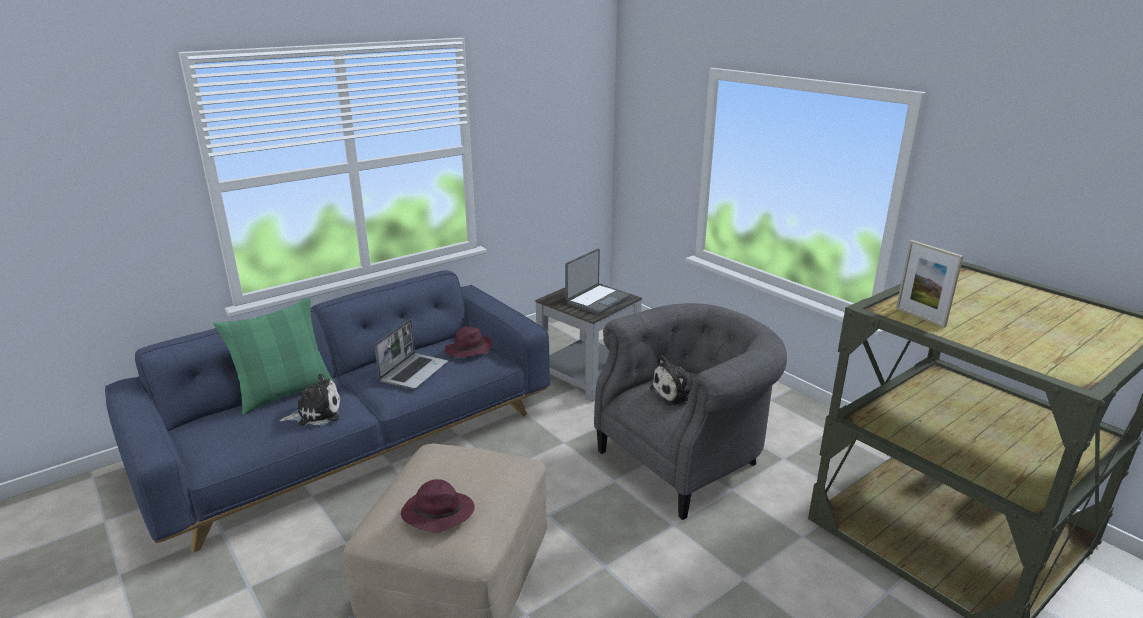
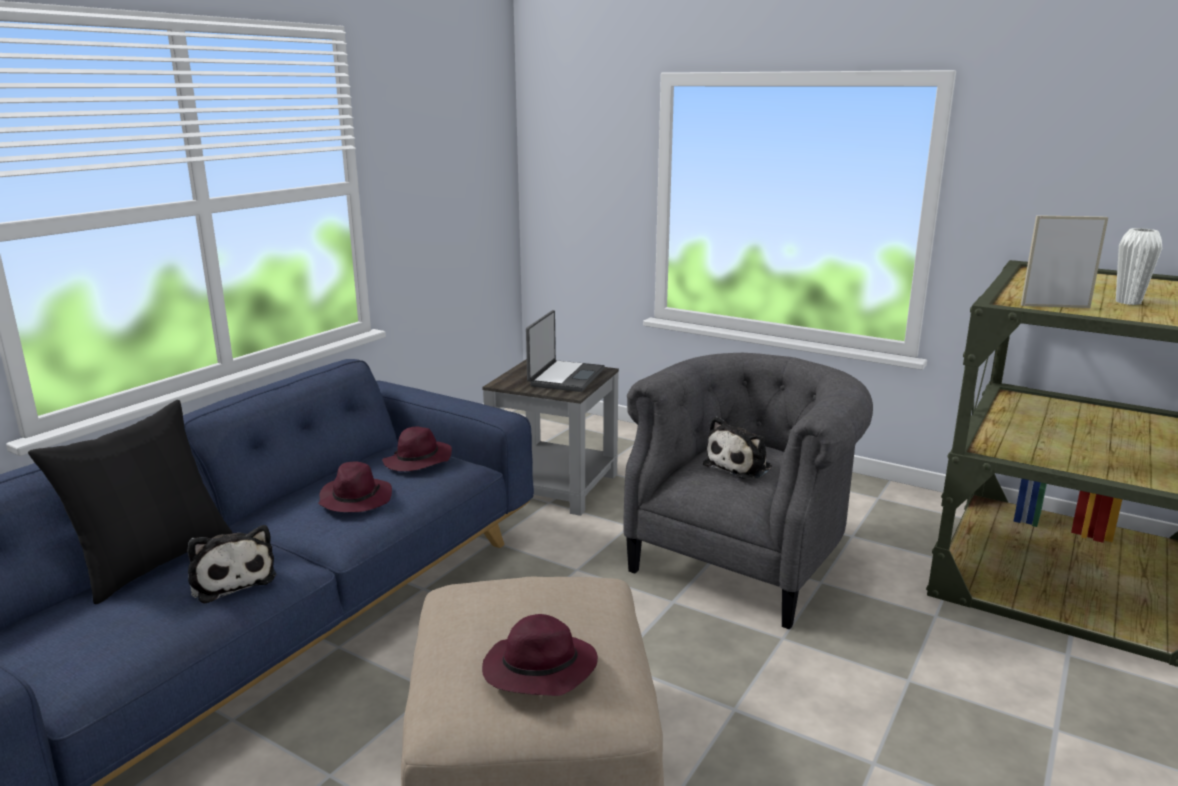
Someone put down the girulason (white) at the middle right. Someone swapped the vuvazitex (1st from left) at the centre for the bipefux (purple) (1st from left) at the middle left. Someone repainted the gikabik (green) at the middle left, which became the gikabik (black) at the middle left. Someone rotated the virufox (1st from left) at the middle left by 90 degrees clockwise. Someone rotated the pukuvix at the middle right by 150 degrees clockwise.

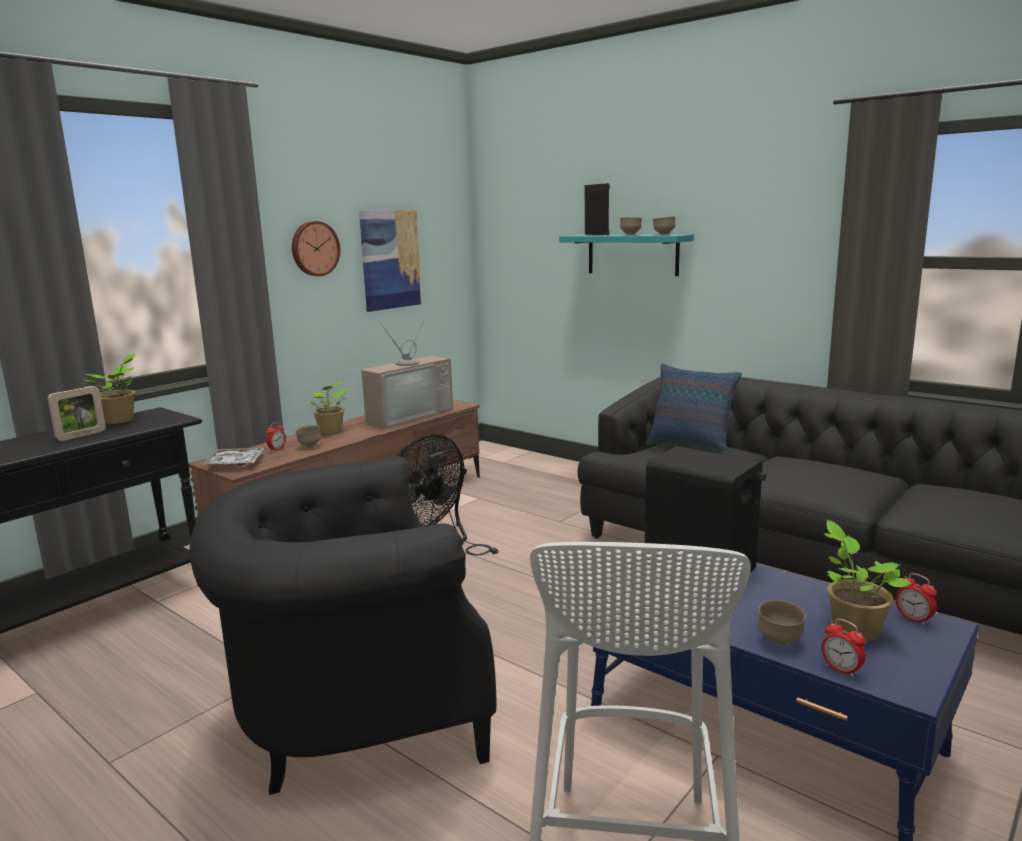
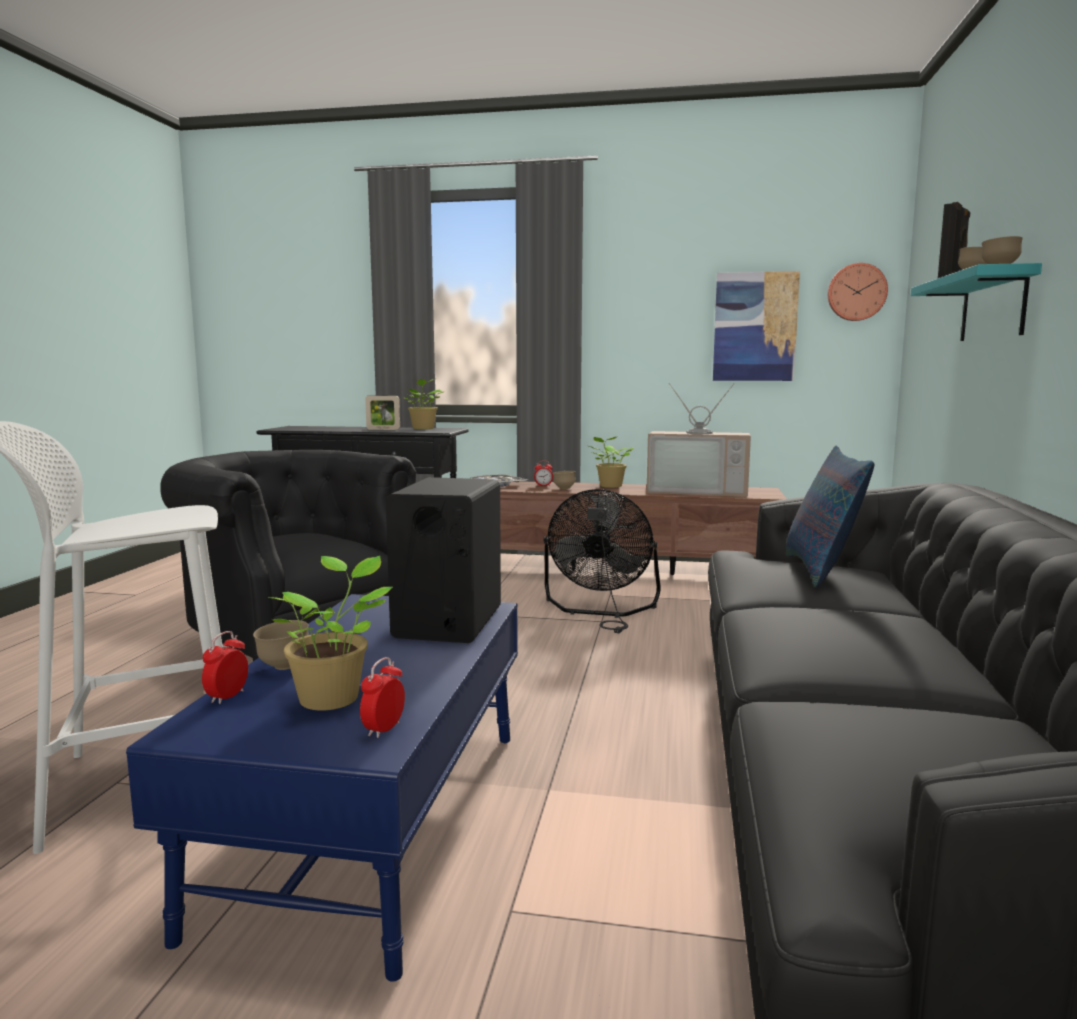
Someone carried the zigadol from the top left to the top right.

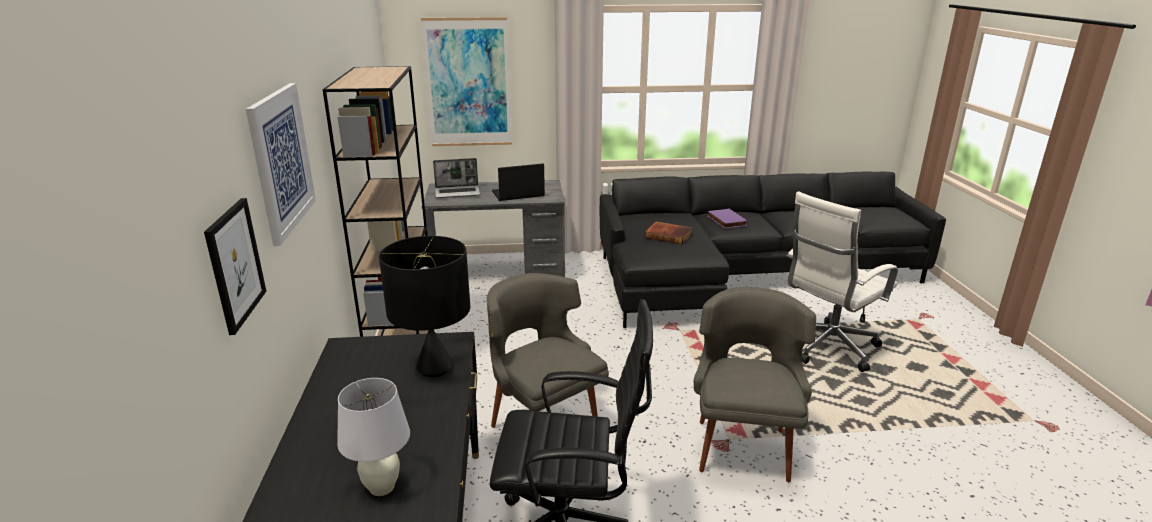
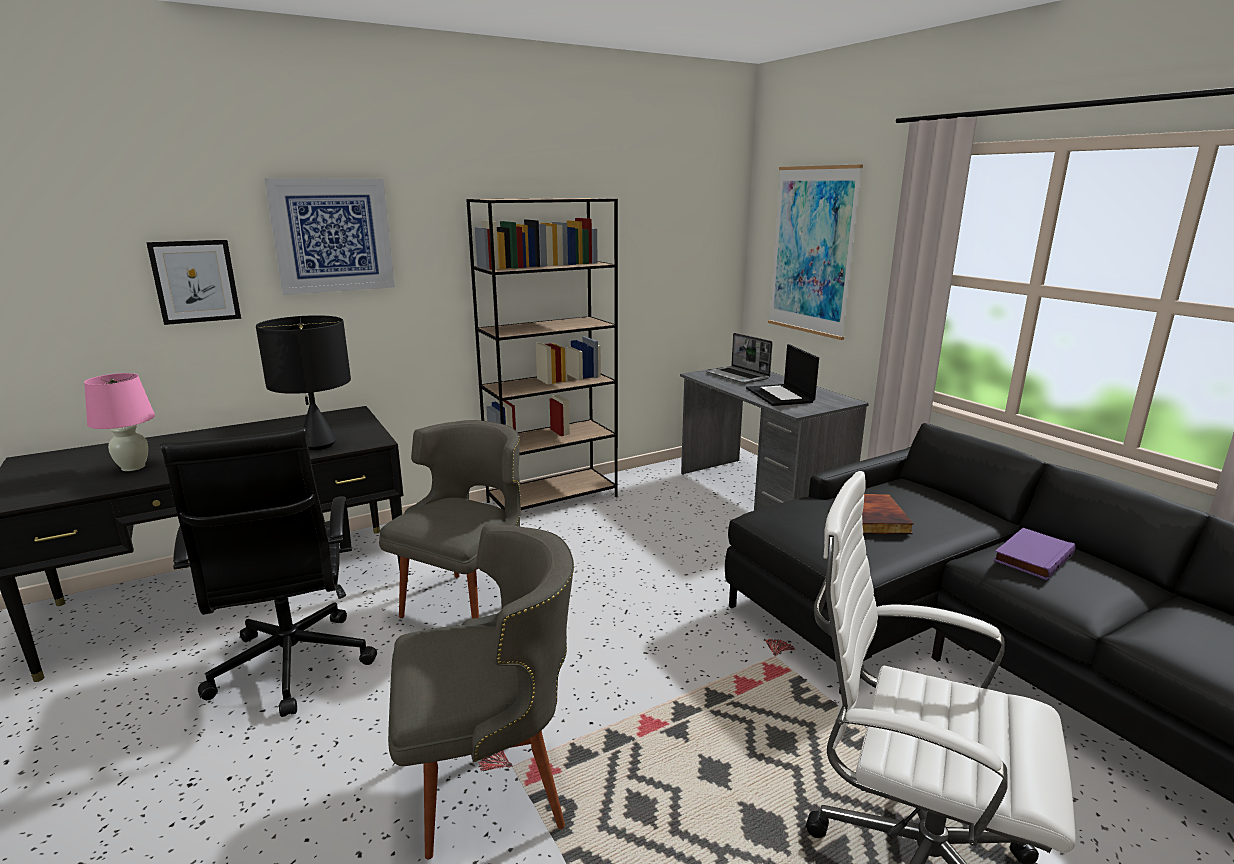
Someone repainted the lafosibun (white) at the bottom left, which became the lafosibun (pink) at the middle left. Someone rotated the vuvazitex (2nd from left) at the centre by 150 degrees counterclockwise.

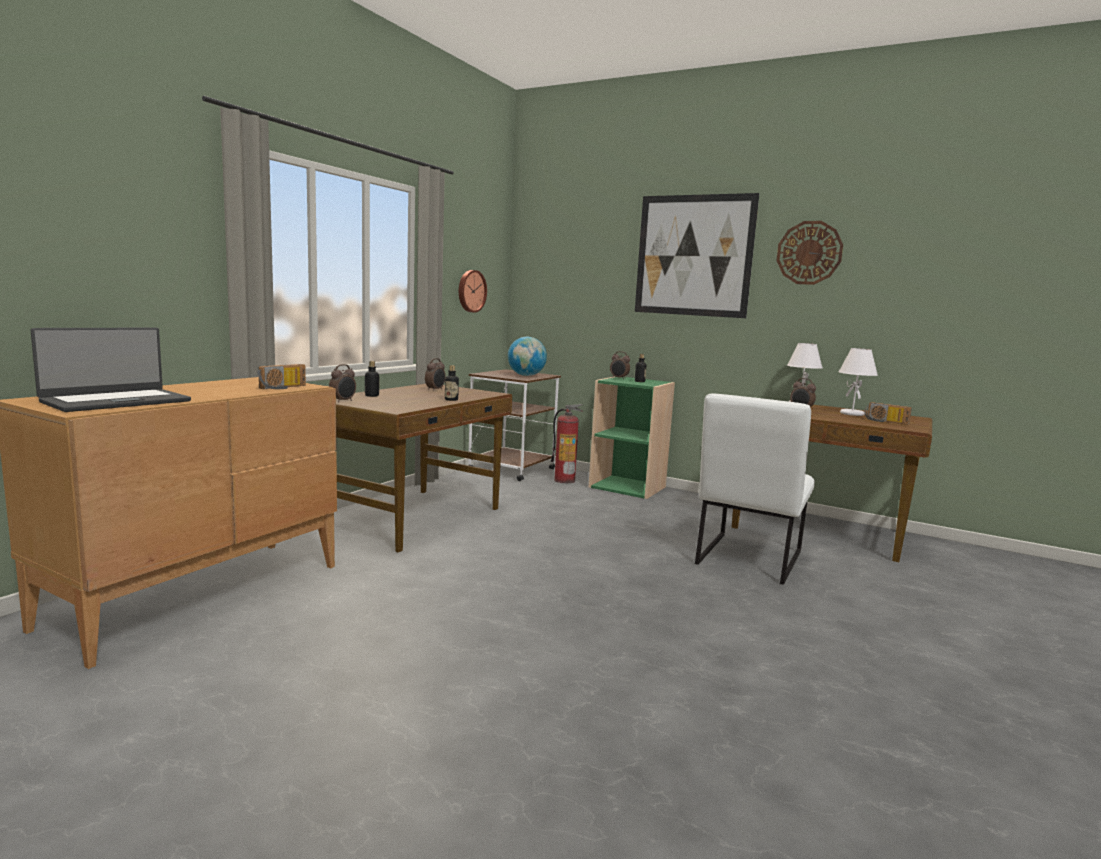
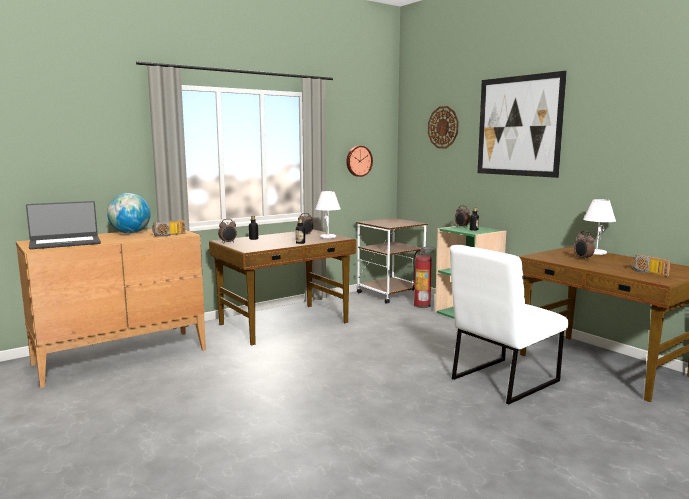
Someone carried the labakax from the centre to the middle left. Someone carried the zigadol (2nd from left) from the top right to the top centre. Someone carried the lafosibun (white) (2nd from left in the first image) from the middle right to the centre.

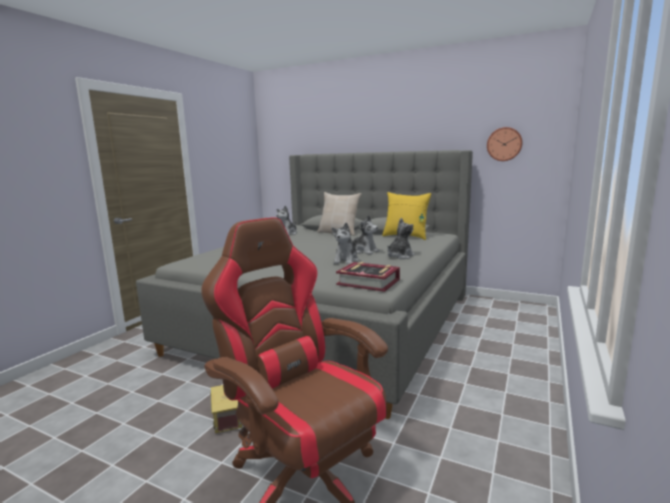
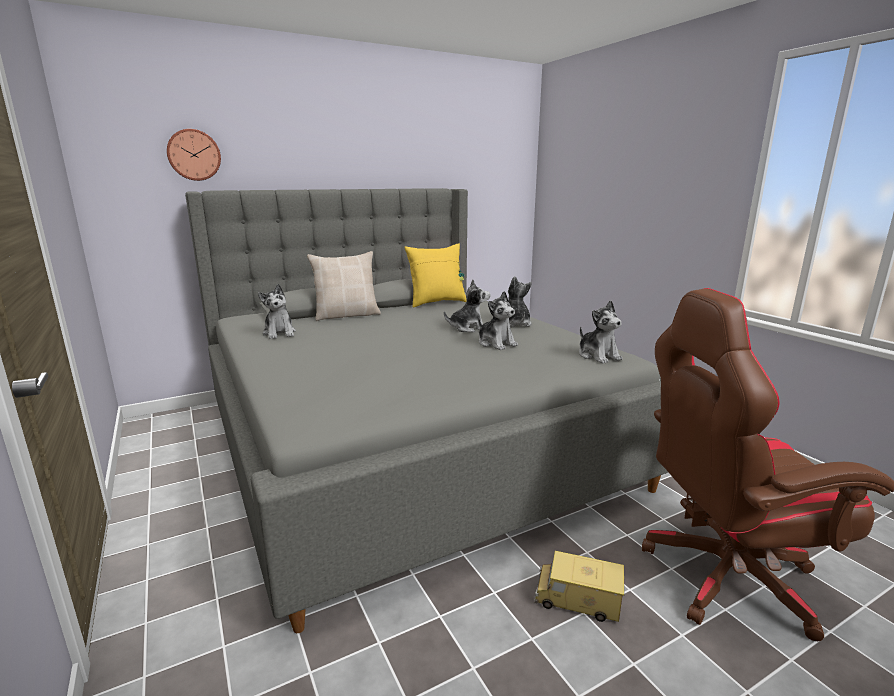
Someone carried the zigadol from the top right to the top left. Someone swapped the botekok at the centre for the virufox (5th from left) at the middle right.

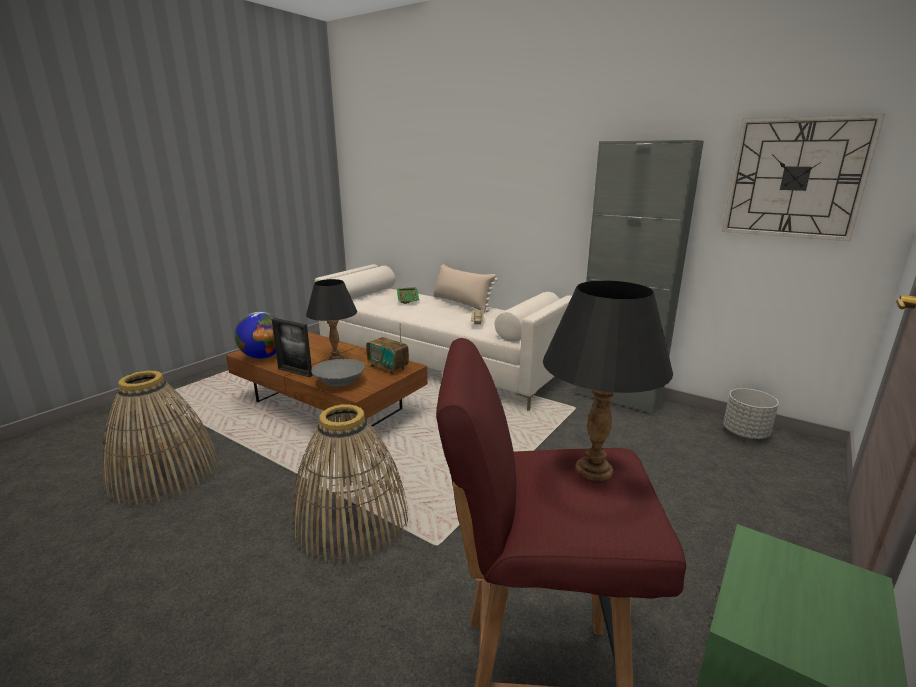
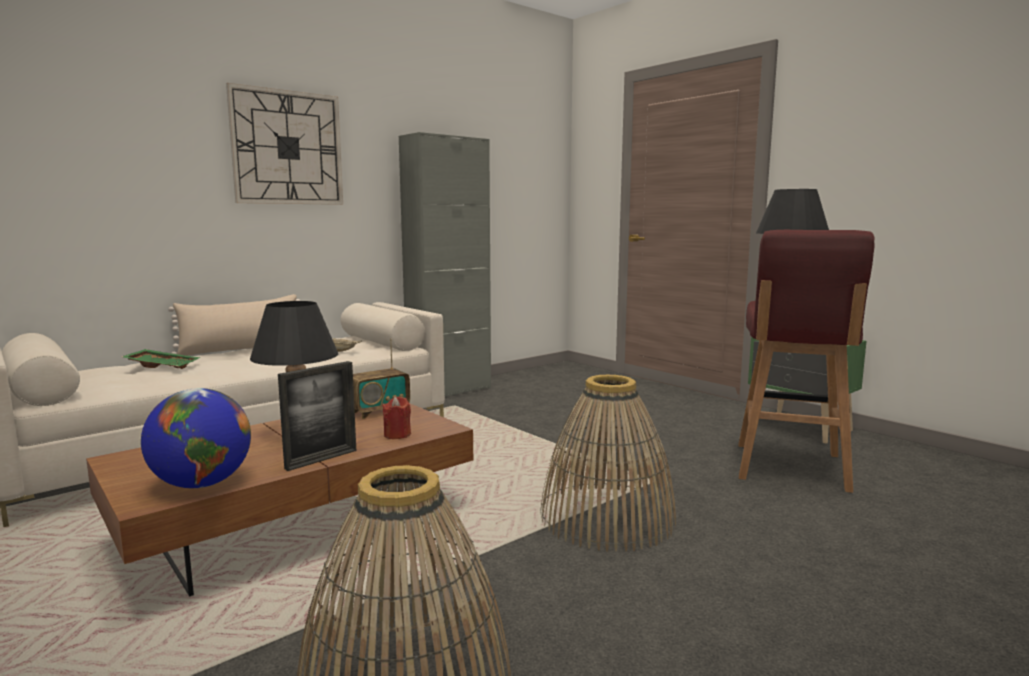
Someone took away the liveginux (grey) at the middle right. Someone carried the zigadol from the top right to the top left. Someone swapped the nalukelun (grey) at the centre for the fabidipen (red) at the centre.

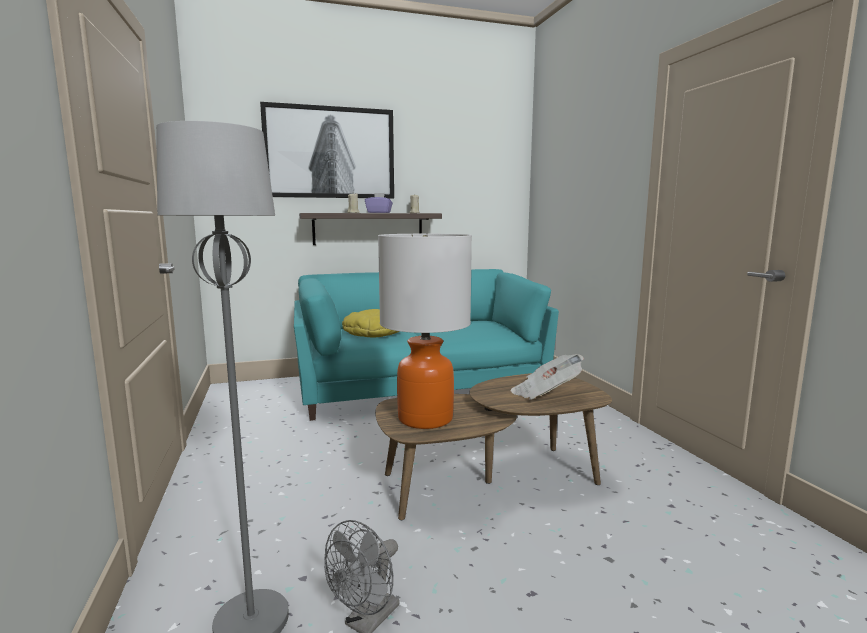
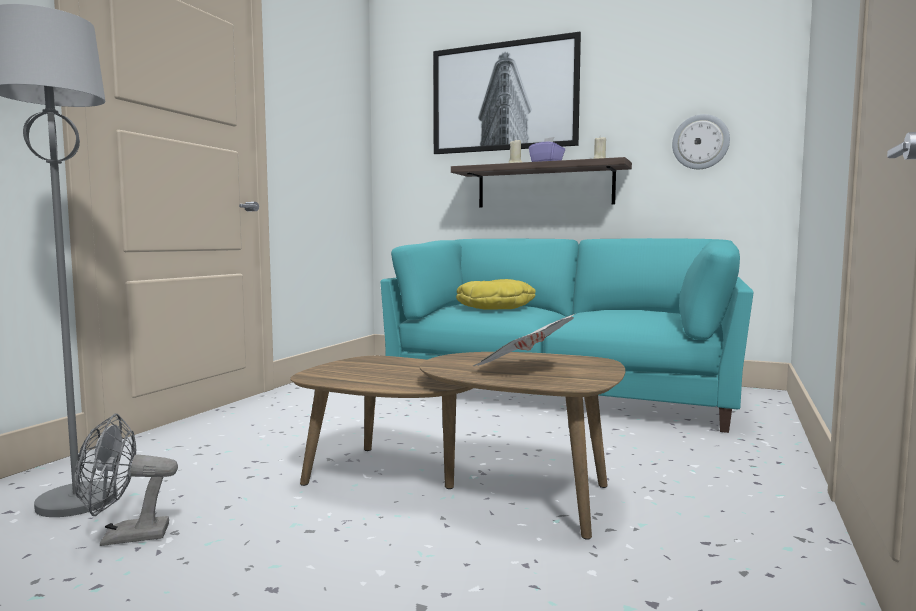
Someone took away the lafosibun at the centre. Someone put up the zigadol at the top right.

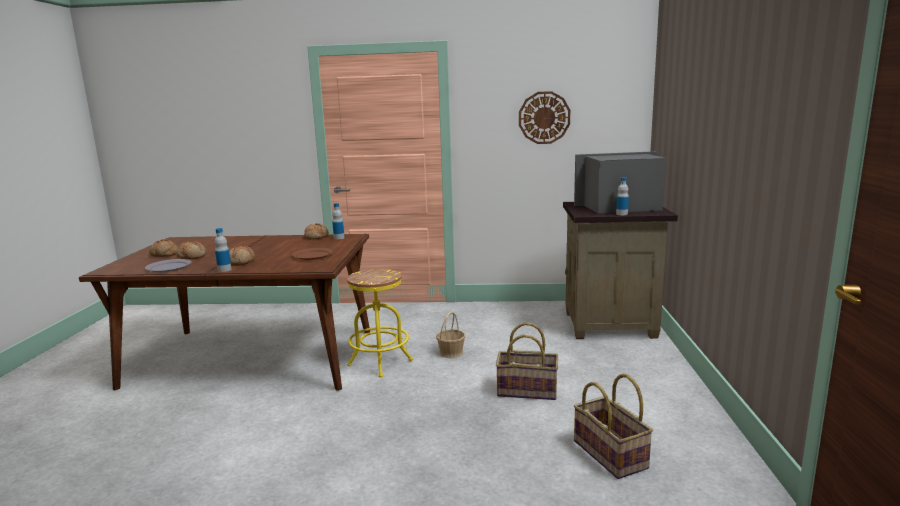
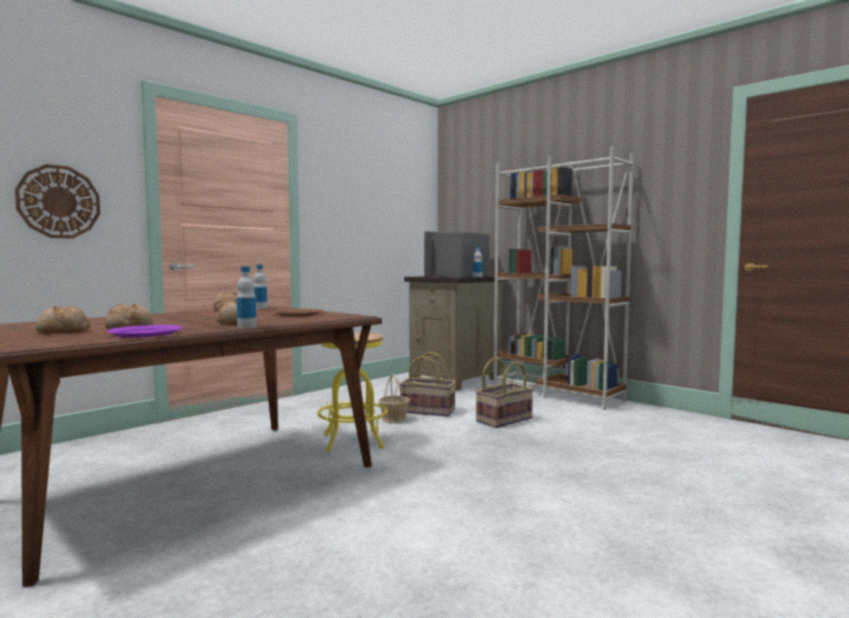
Someone put down the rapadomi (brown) at the centre. Someone carried the zigadol from the top centre to the top left. Someone carried the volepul (3rd from left in the first image) from the bottom right to the centre. Someone repainted the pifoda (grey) at the middle left, which became the pifoda (purple) at the middle left.

